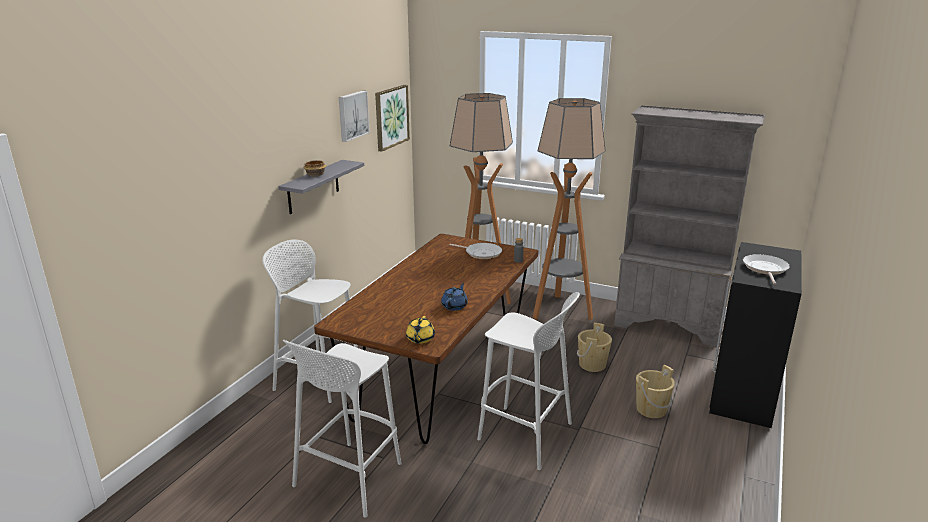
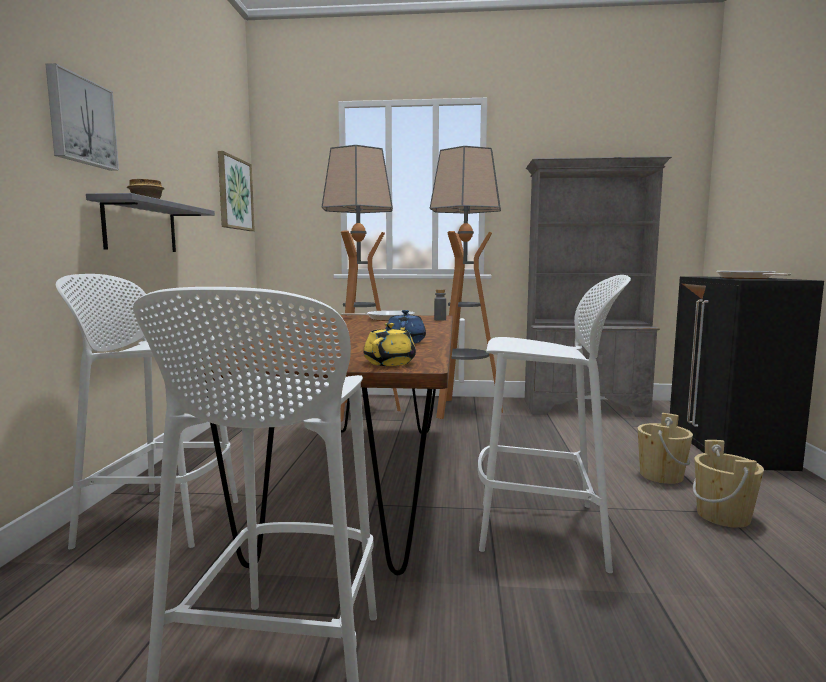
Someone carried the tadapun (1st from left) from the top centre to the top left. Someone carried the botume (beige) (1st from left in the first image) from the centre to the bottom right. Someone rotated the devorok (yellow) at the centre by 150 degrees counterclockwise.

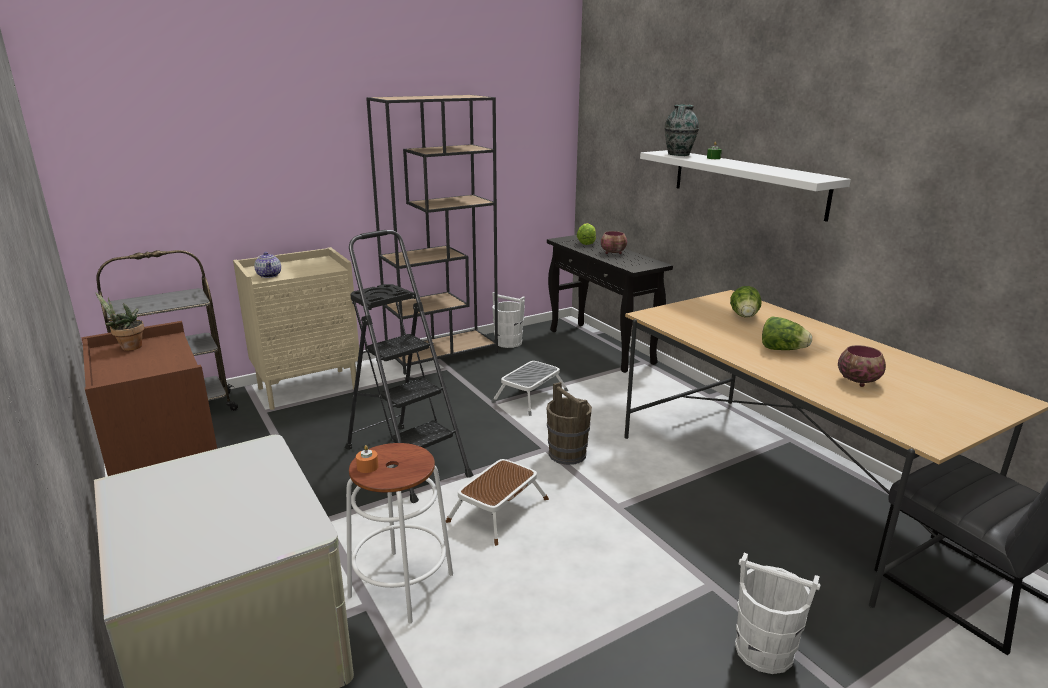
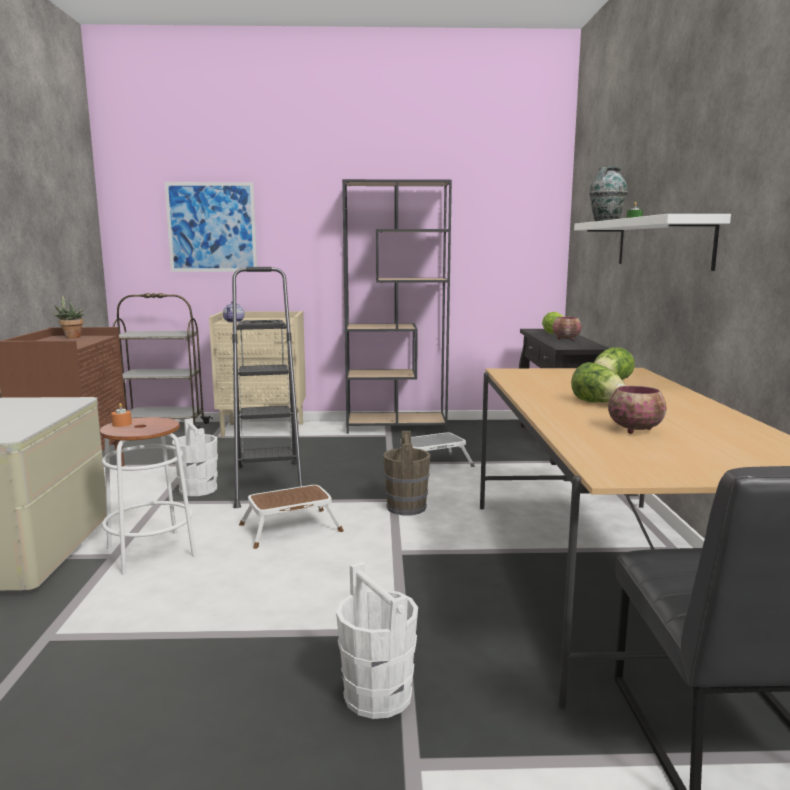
Someone put up the tadapun at the top left. Someone carried the botume (white) (1st from left) from the centre to the middle left.

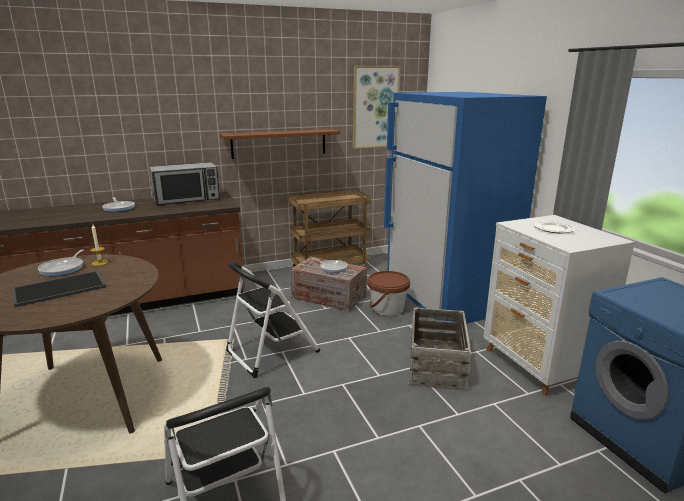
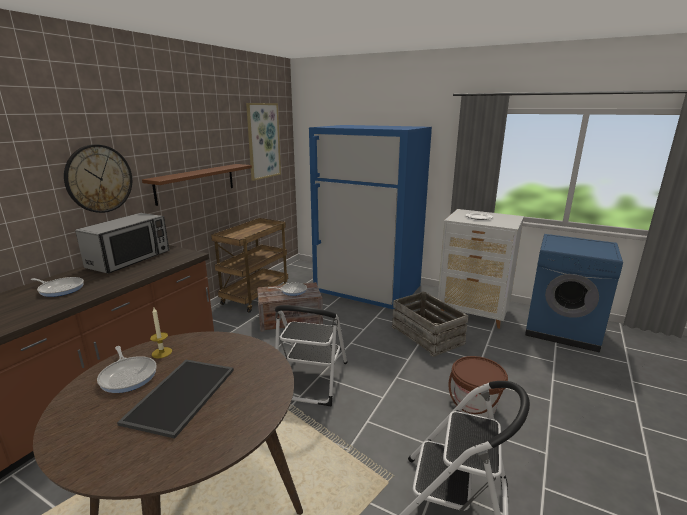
Someone put up the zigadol at the middle left. Someone carried the botume (brown) from the centre to the bottom right.

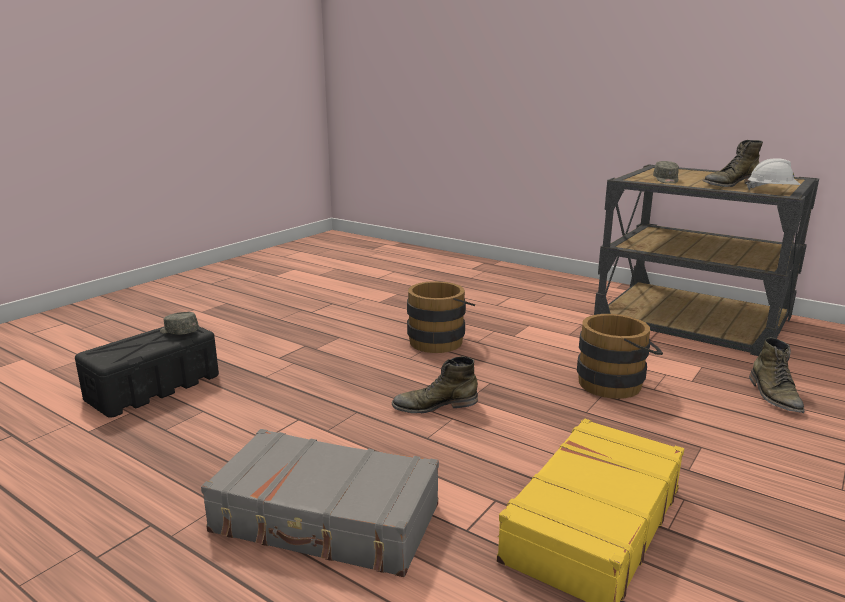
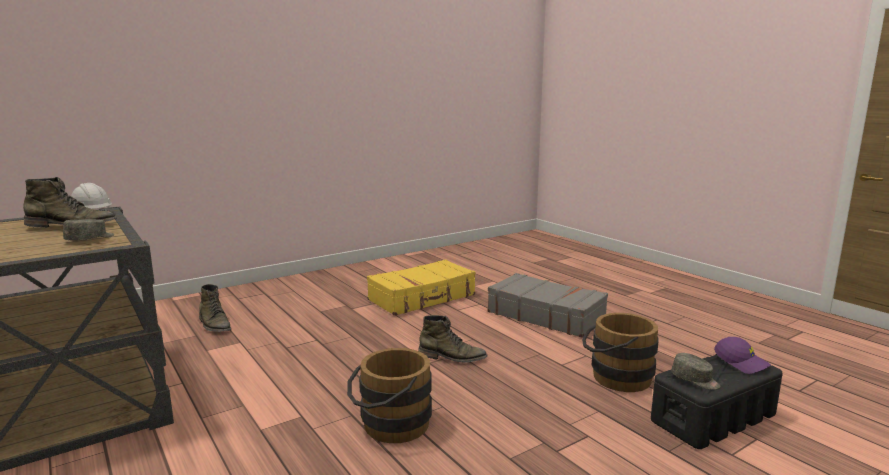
Someone put down the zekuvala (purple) at the bottom right. Someone carried the botume (brown) (2nd from left) from the middle right to the bottom right. Someone rotated the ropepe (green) (3rd from left in the first image) at the middle right by 120 degrees clockwise.

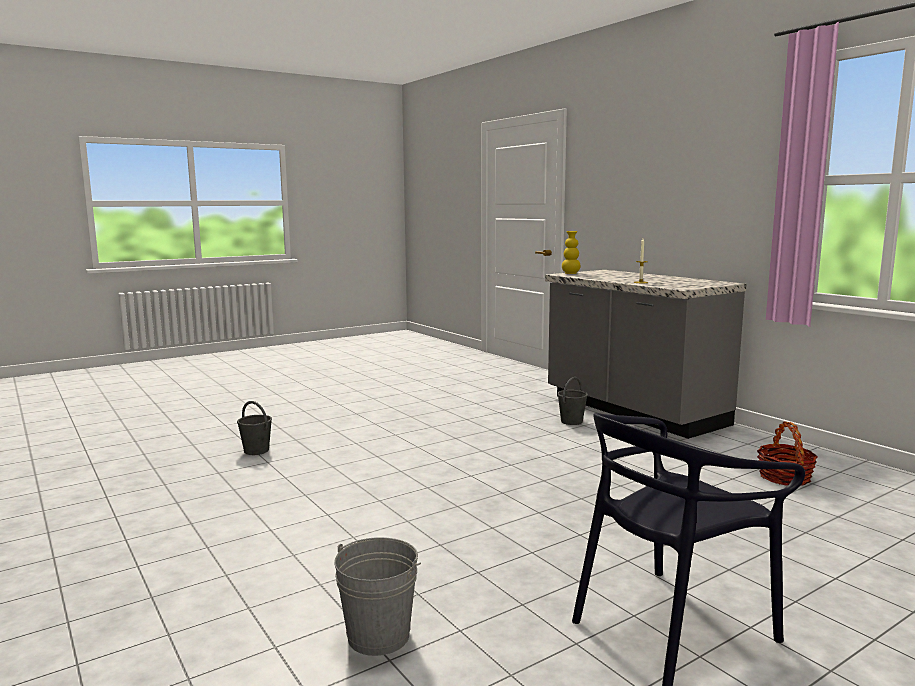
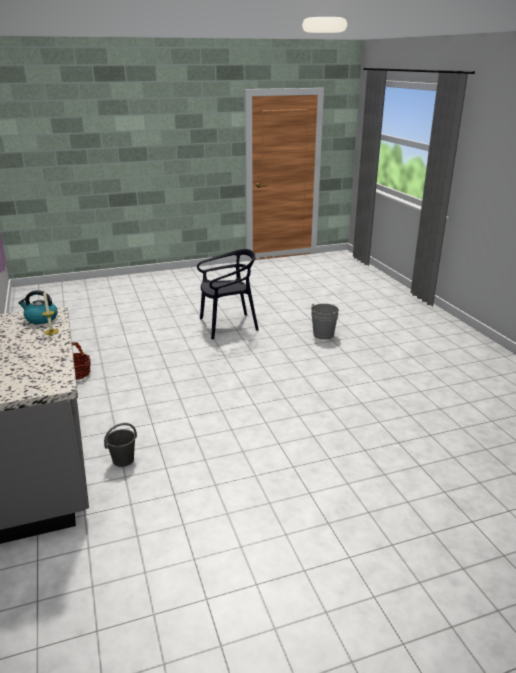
Someone took away the botume (grey) (1st from left) at the middle left. Someone took away the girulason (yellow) at the centre. Someone put down the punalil at the middle left.

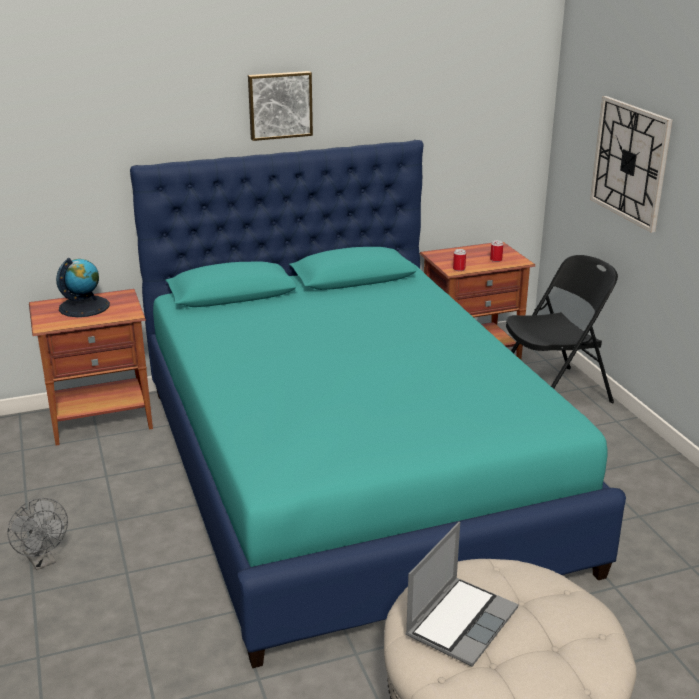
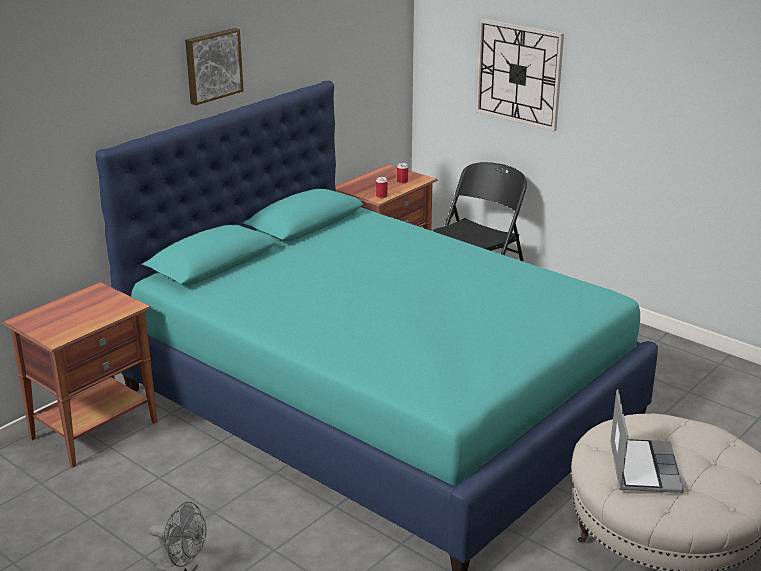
Someone took away the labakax at the middle left.

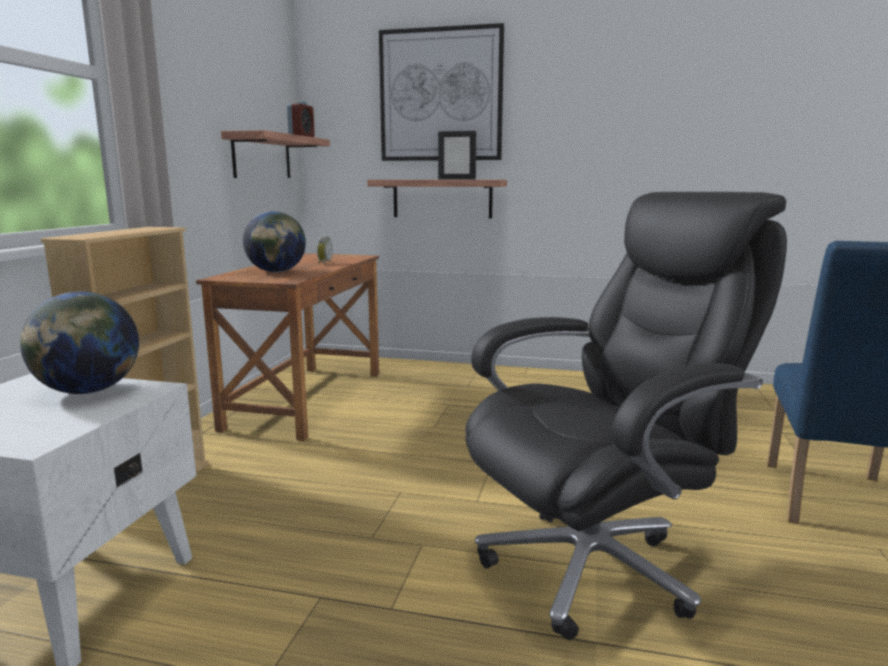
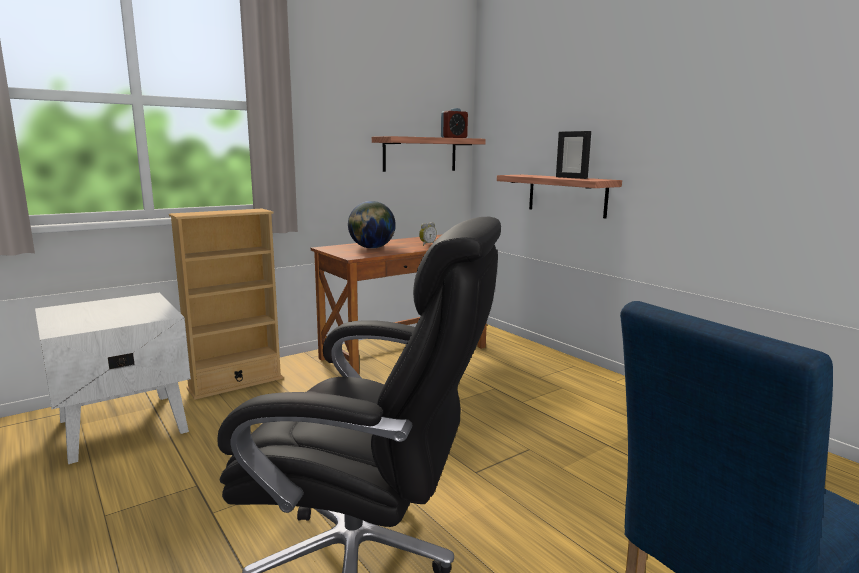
Someone took away the labakax (1st from left) at the middle left. Someone took away the tadapun at the top centre.

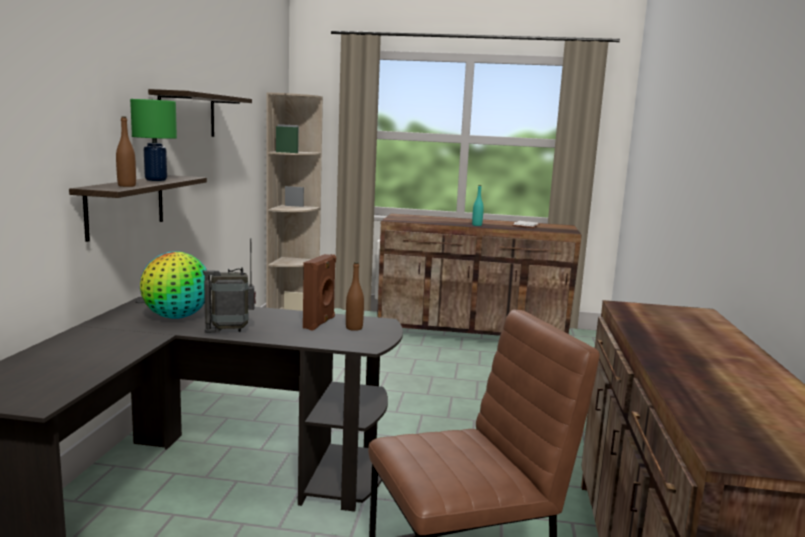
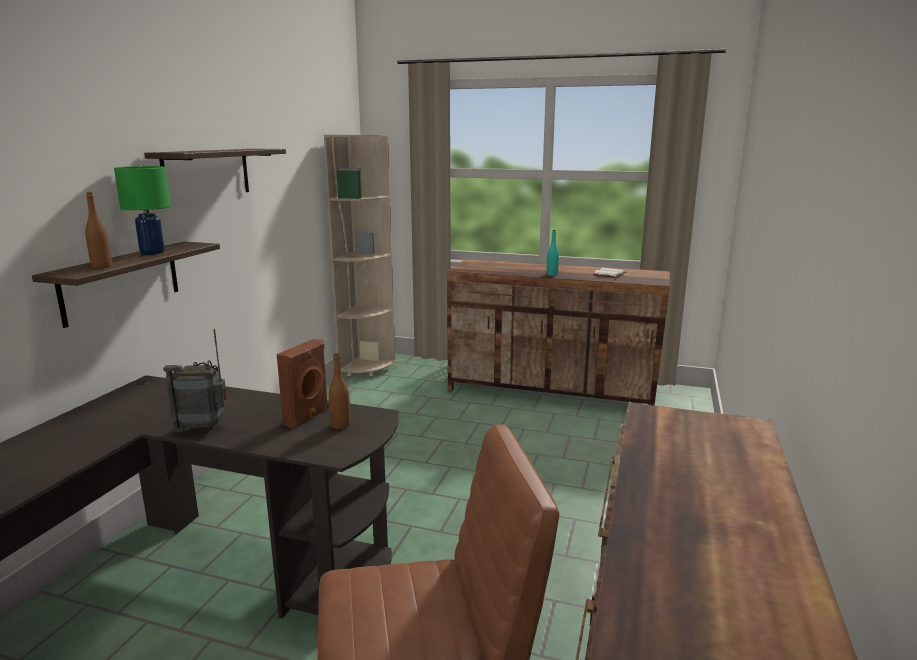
Someone took away the labakax at the middle left.

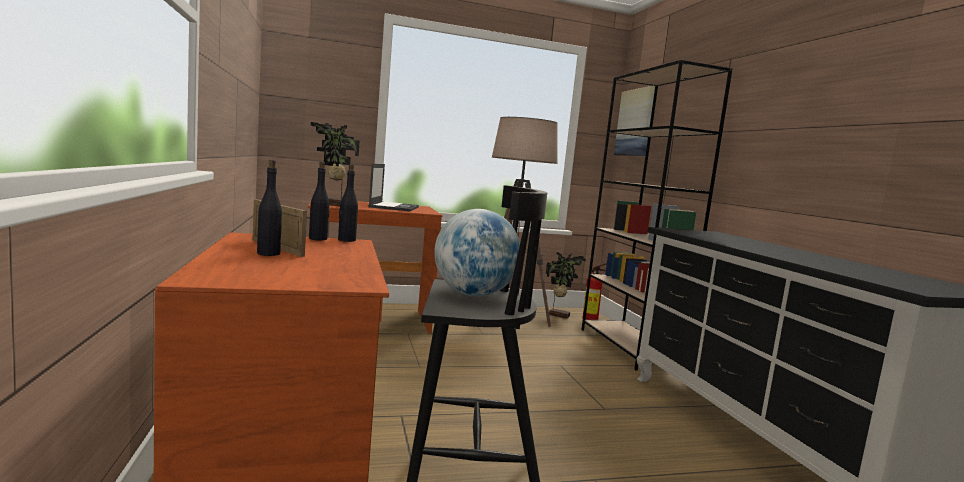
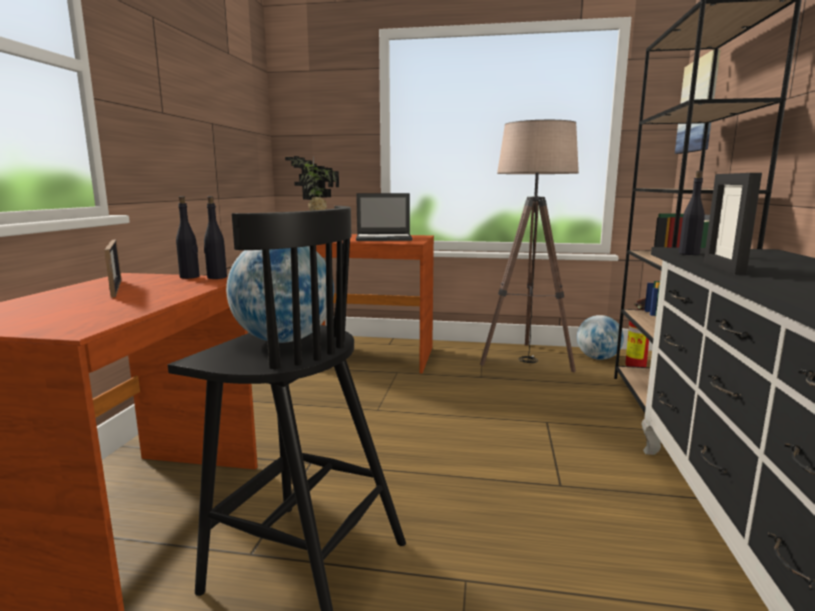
Someone put down the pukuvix (2nd from left) at the middle right. Someone carried the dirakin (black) (1st from left in the first image) from the middle left to the middle right. Someone swapped the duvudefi (2nd from left) at the centre for the labakax (2nd from left) at the middle right. Someone rotated the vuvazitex at the centre by 60 degrees clockwise.

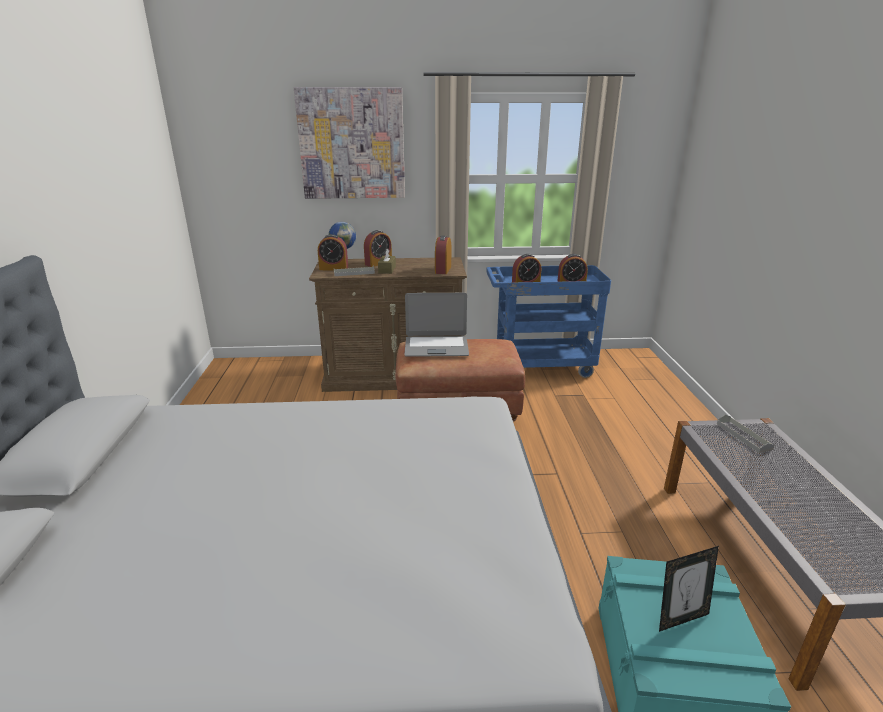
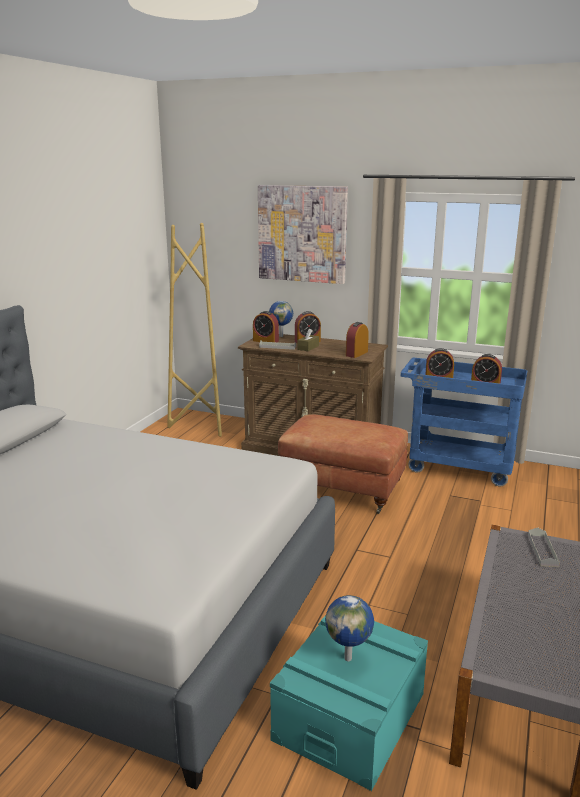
Someone took away the vuvazitex at the centre. Someone put down the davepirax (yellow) at the centre. Someone swapped the pukuvix at the bottom right for the labakax (2nd from left) at the bottom centre.

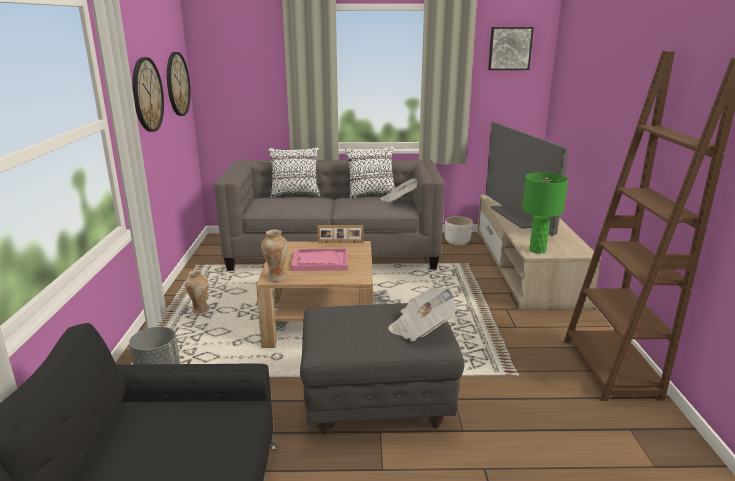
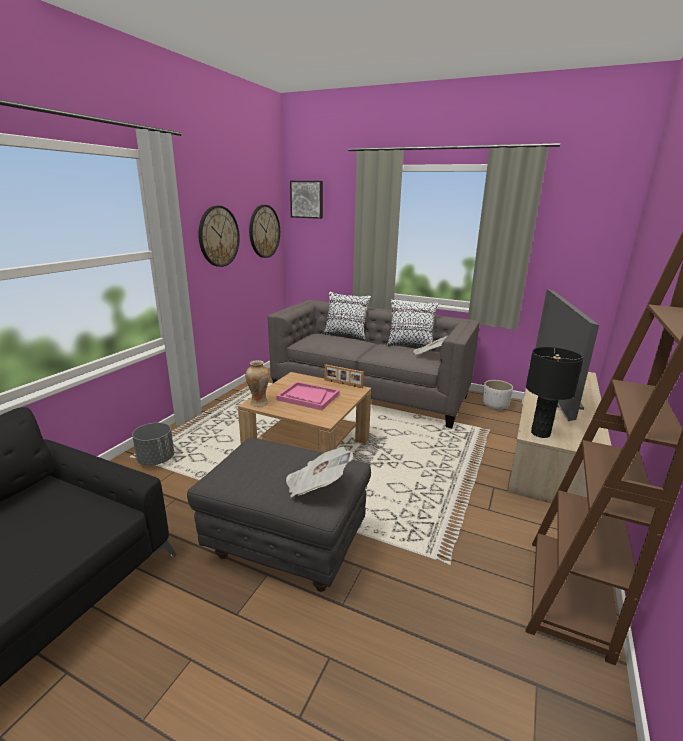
Someone took away the girulason (1st from left) at the middle left. Someone carried the tadapun from the top right to the top centre. Someone repainted the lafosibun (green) at the middle right, which became the lafosibun (black) at the middle right.

